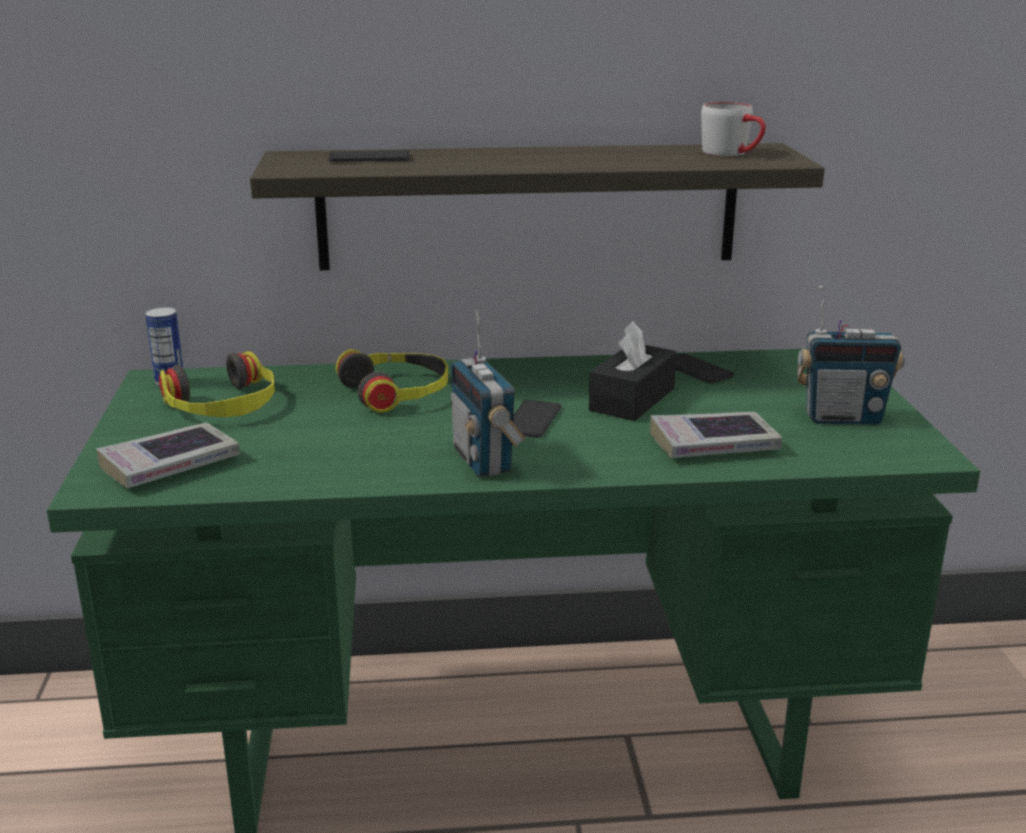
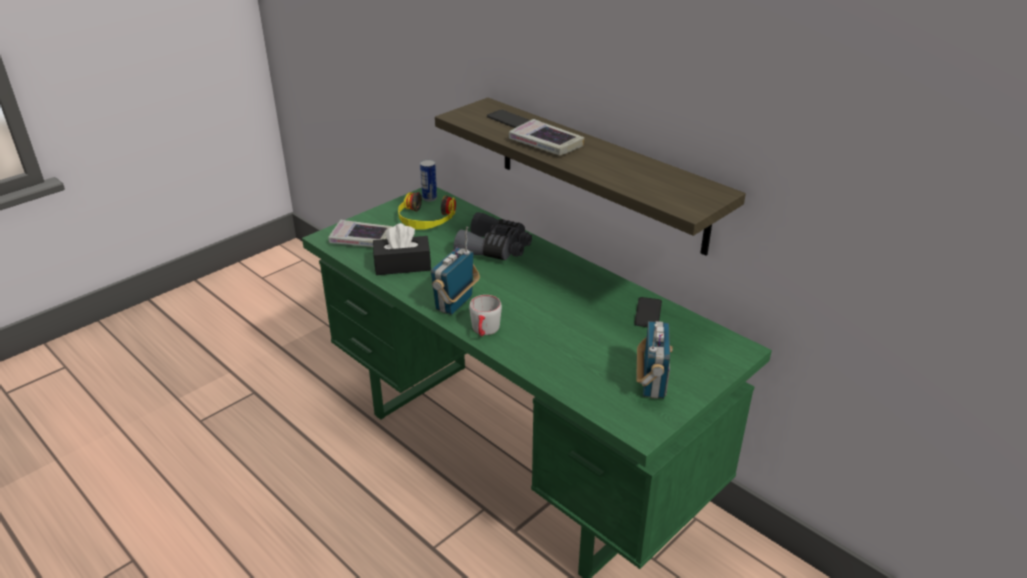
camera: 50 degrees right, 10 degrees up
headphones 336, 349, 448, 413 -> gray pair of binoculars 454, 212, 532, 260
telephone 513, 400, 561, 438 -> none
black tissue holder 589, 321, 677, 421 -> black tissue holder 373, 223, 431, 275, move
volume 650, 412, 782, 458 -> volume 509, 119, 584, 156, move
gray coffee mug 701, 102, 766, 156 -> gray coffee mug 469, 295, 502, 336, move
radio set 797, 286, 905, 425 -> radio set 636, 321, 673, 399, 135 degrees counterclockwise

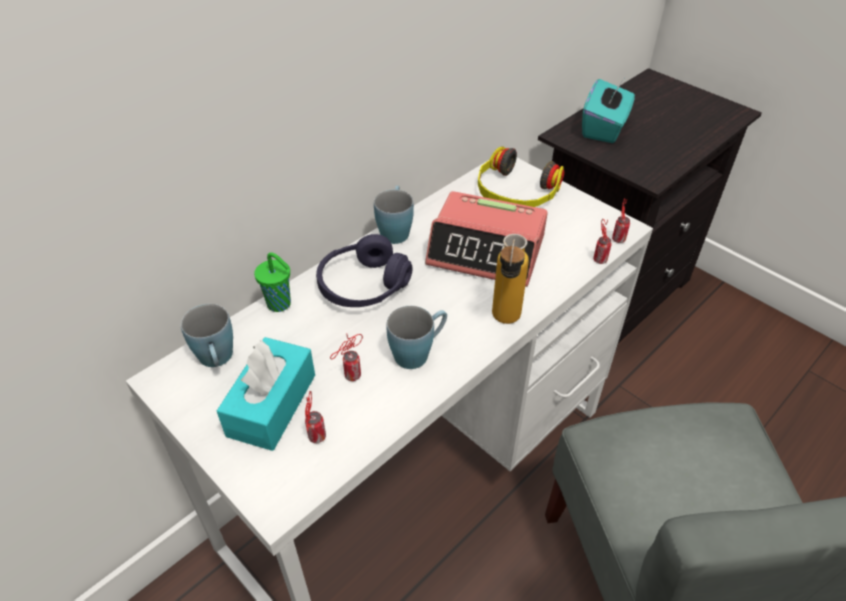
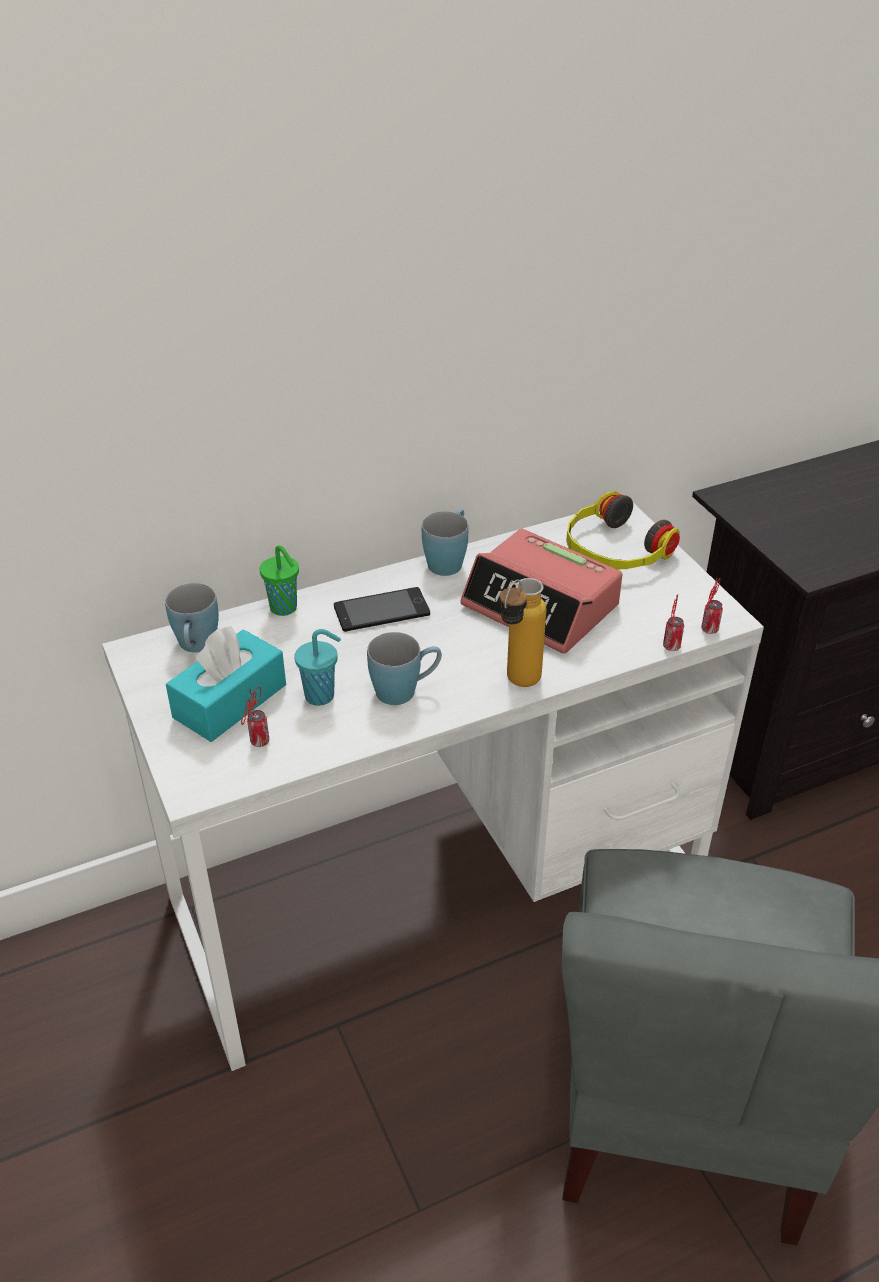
camera: 20 degrees right, 5 degrees down
purplish headphones 316, 234, 413, 307 -> telephone 334, 587, 430, 632
can 330, 333, 363, 381 -> turquoise cup 294, 629, 341, 706
turquoise tissue holder 582, 79, 635, 143 -> none

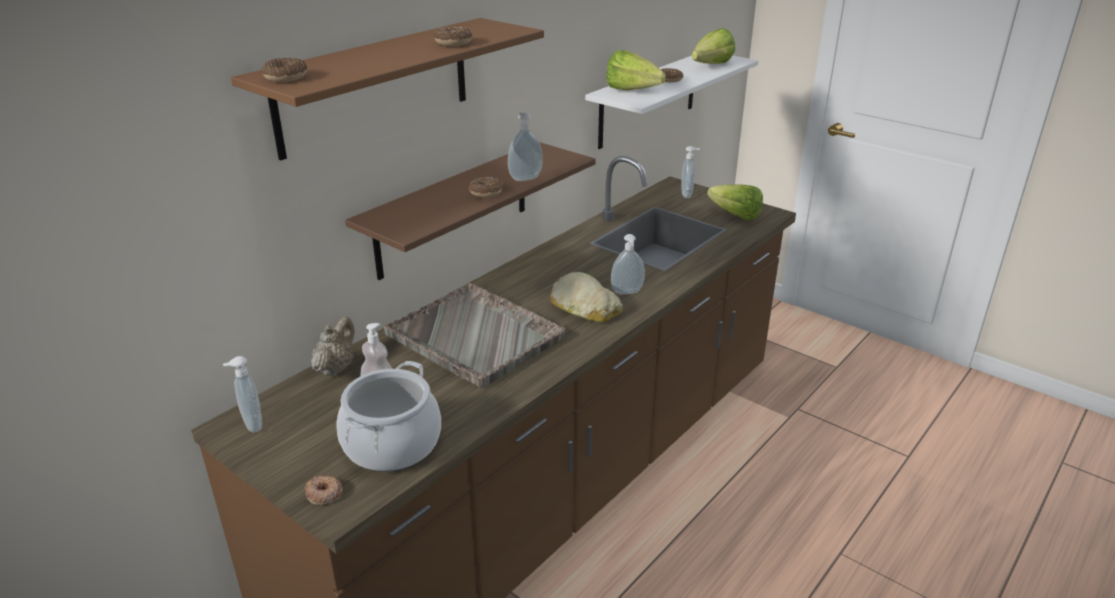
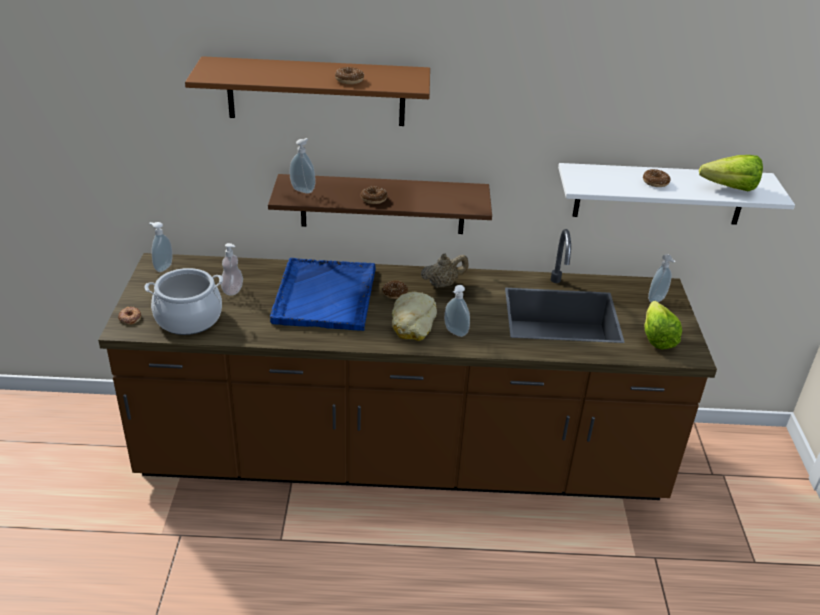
camera: 50 degrees right, 5 degrees up
donut 262, 58, 307, 82 -> donut 382, 280, 408, 299, move
sand-coloured pot for tea 311, 317, 355, 376 -> sand-coloured pot for tea 421, 253, 469, 288, move
gray tray 384, 283, 566, 388 -> bluish tray 270, 258, 375, 331
liquid soap bottle 508, 112, 543, 181 -> liquid soap bottle 289, 138, 315, 194, move
lettuce head 606, 50, 666, 90 -> none

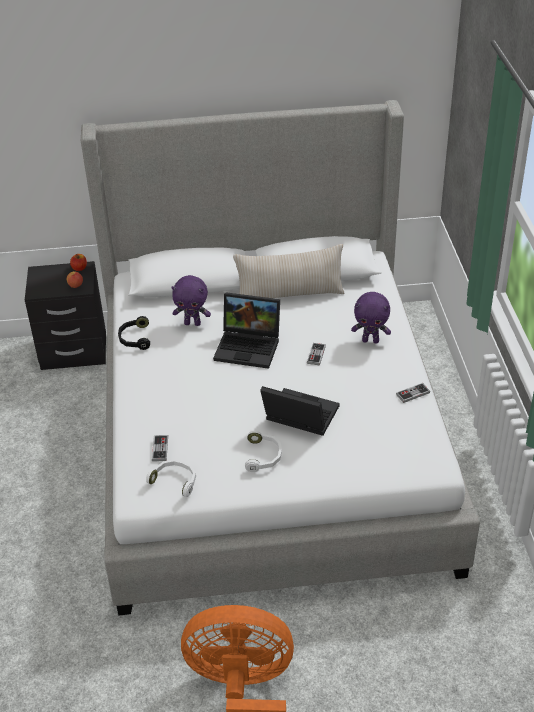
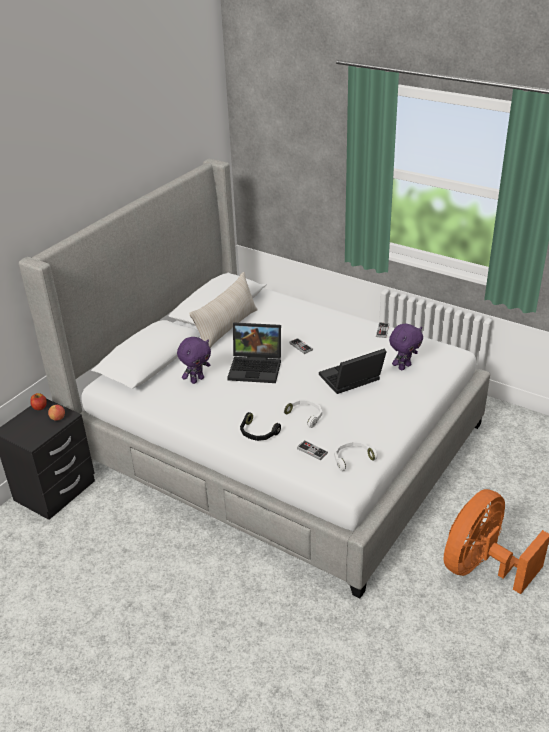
camera: 50 degrees left, 5 degrees down
black headphones 118, 316, 150, 350 -> black headphones 240, 412, 281, 441, move
notebook computer 213, 292, 280, 369 -> notebook computer 227, 323, 281, 383, 45 degrees clockwise
whitish headphones 245, 431, 282, 472 -> whitish headphones 282, 399, 322, 428, move
purplish plush toy 351, 292, 391, 344 -> purplish plush toy 389, 324, 423, 370, move

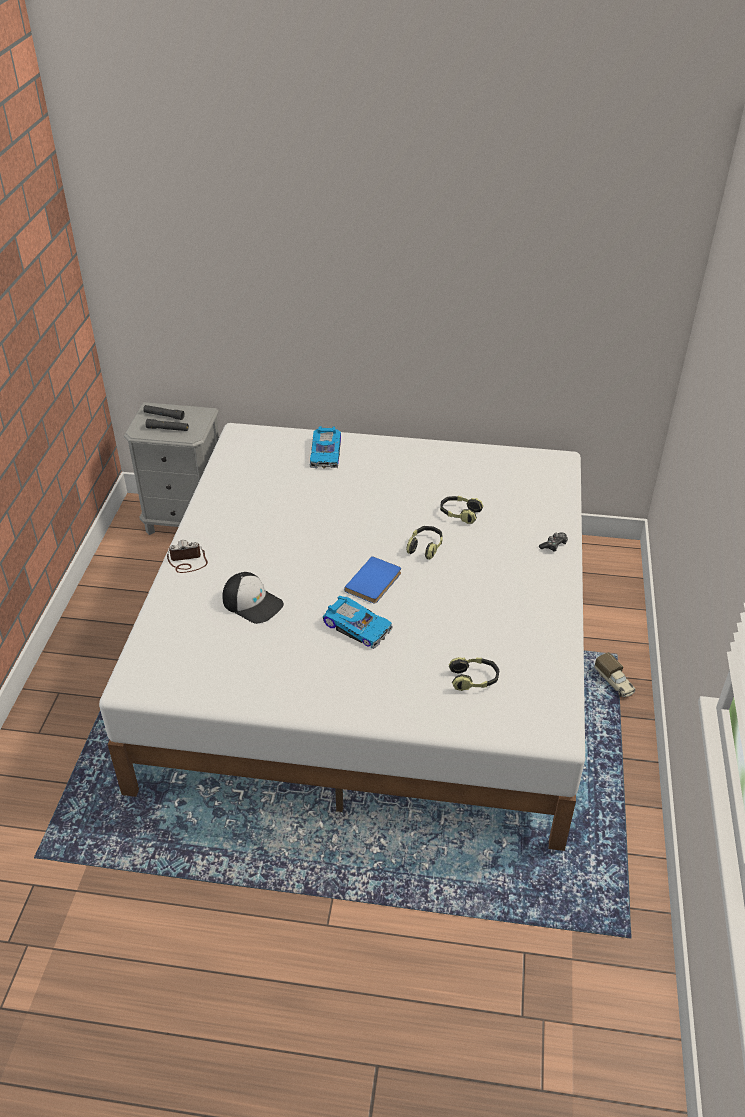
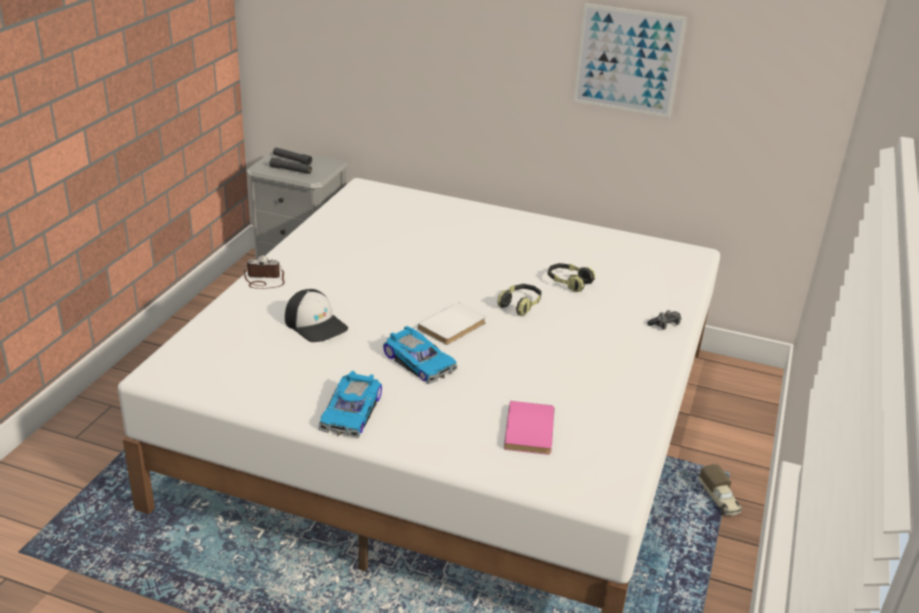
camera: 10 degrees right, 10 degrees down
toy car 309, 426, 341, 469 -> toy car 318, 371, 382, 438, move
bluish volume 344, 556, 401, 604 -> whitish volume 418, 302, 486, 345
headphones 449, 657, 499, 691 -> pink-coloured volume 504, 401, 554, 455
none -> picture 573, 3, 687, 118

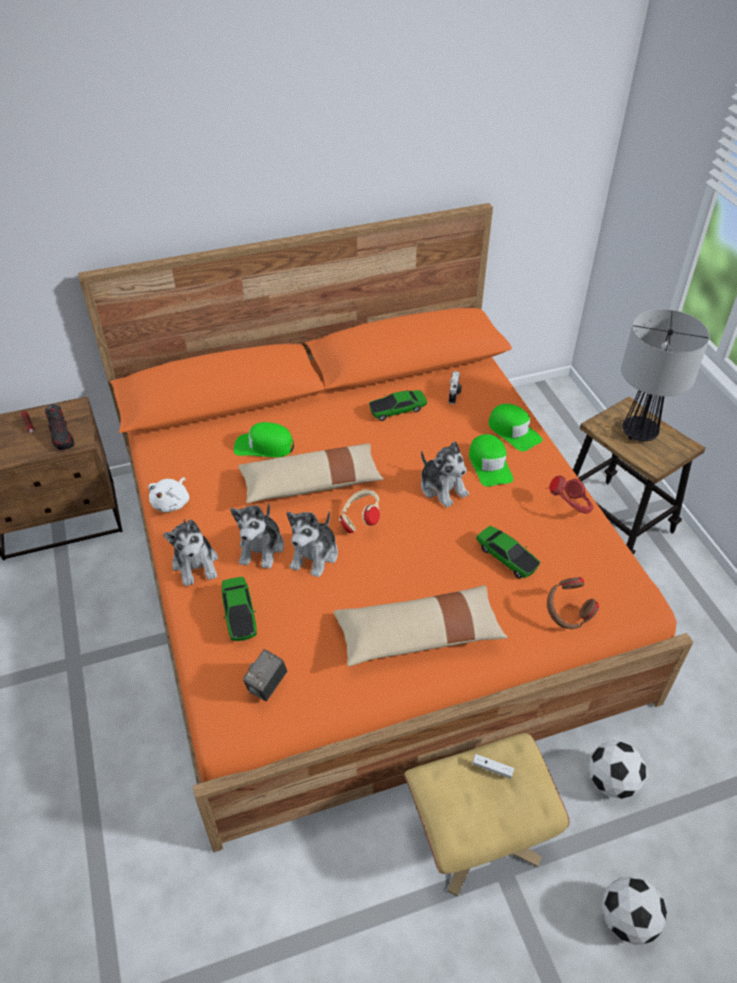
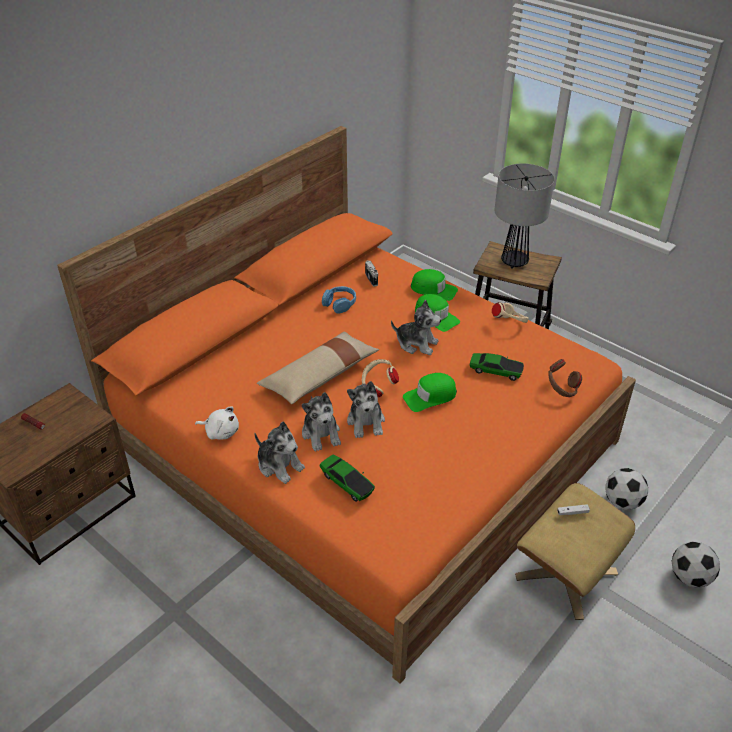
camera: 30 degrees left, 5 degrees down
item of footwear 45, 404, 74, 450 -> none
whitish plush toy 148, 478, 189, 512 -> whitish plush toy 195, 406, 239, 440, 60 degrees counterclockwise
green-coloured baseball cap 234, 422, 294, 457 -> green-coloured baseball cap 403, 373, 457, 412, move
photo camera 243, 649, 287, 701 -> none
sand-coloured pillow 334, 585, 508, 666 -> none
toy car 369, 390, 427, 421 -> bluish headphones 322, 286, 356, 313
red headphones 549, 476, 593, 514 -> sand-coloured headphones 492, 302, 529, 323

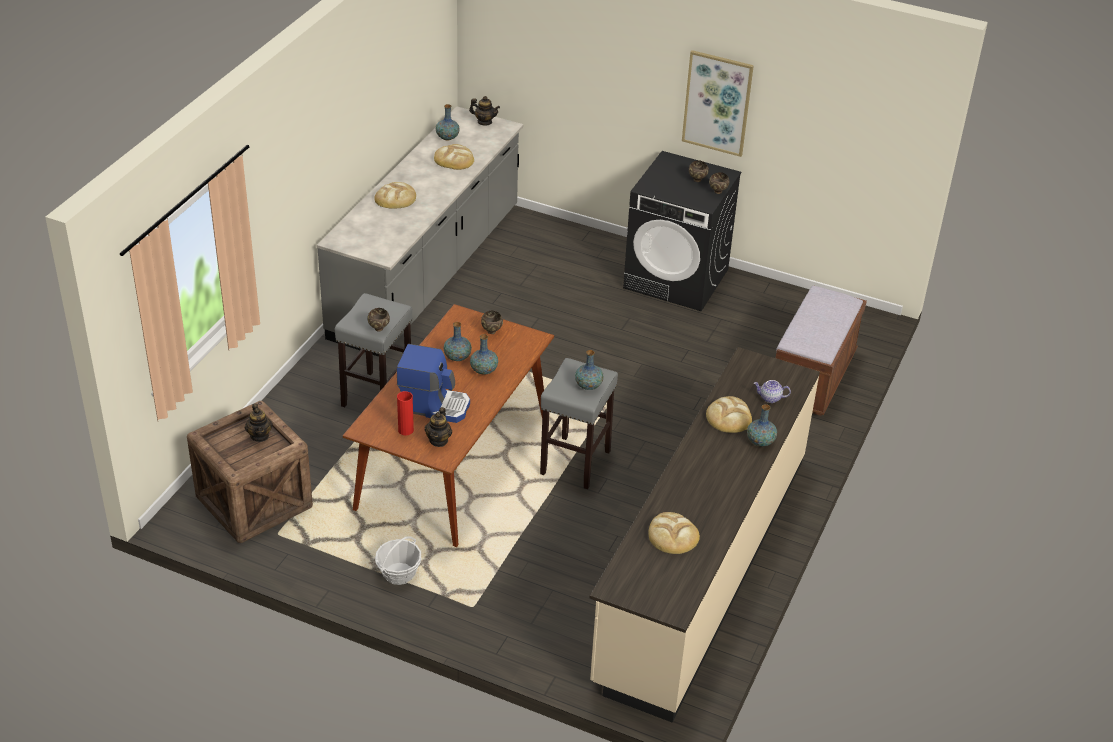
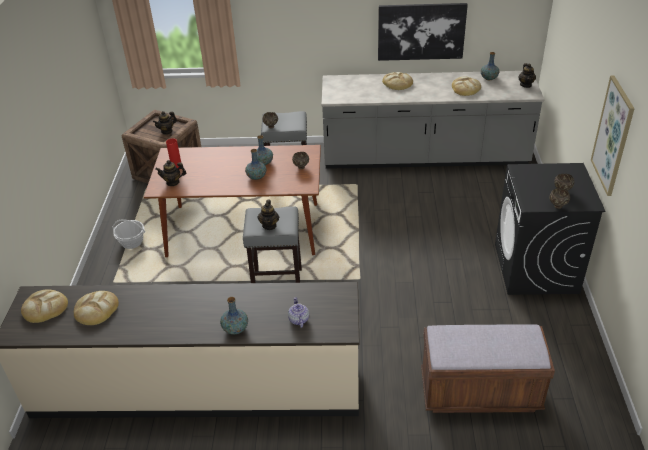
camera: 70 degrees right, 0 degrees up
coffee brewer 397, 344, 470, 423 -> none
vase 575, 350, 604, 390 -> pot for tea 258, 200, 279, 230
baked bread 706, 396, 752, 433 -> baked bread 21, 289, 68, 323, move
none -> picture 378, 3, 468, 61

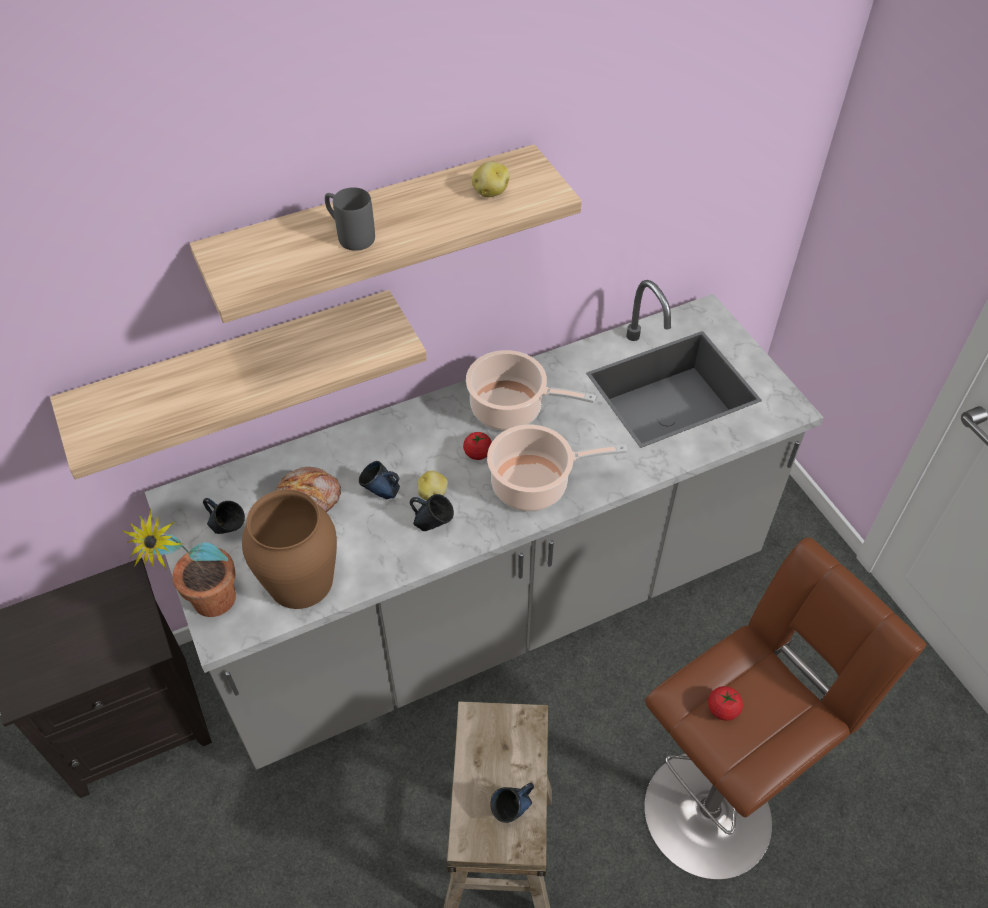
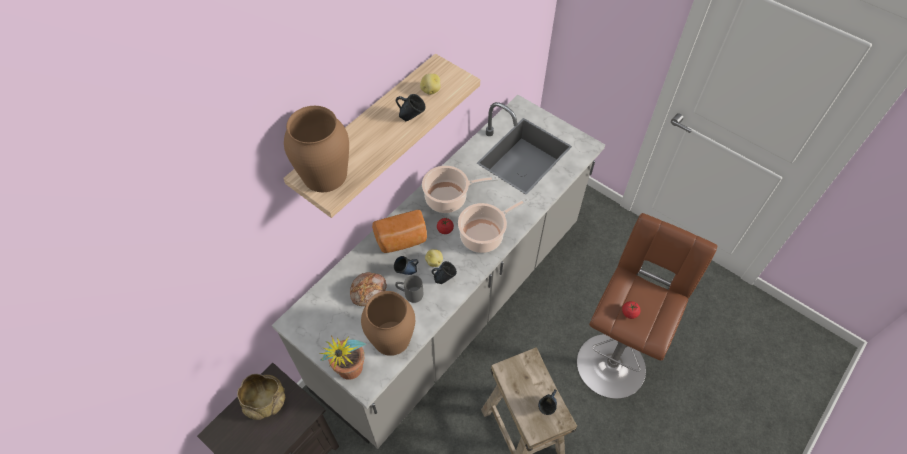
camera: 25 degrees left, 5 degrees up
bracket shelf 50, 290, 427, 479 -> none
bluish coffee mug 203, 498, 245, 534 -> bluish coffee mug 396, 94, 426, 121, move
gray coffee mug 325, 187, 375, 251 -> gray coffee mug 395, 275, 423, 303, move
none -> sand-coloured deep dish 237, 374, 285, 420
none -> brown-coloured vase 284, 106, 349, 192
none -> baked bread 372, 210, 427, 253

